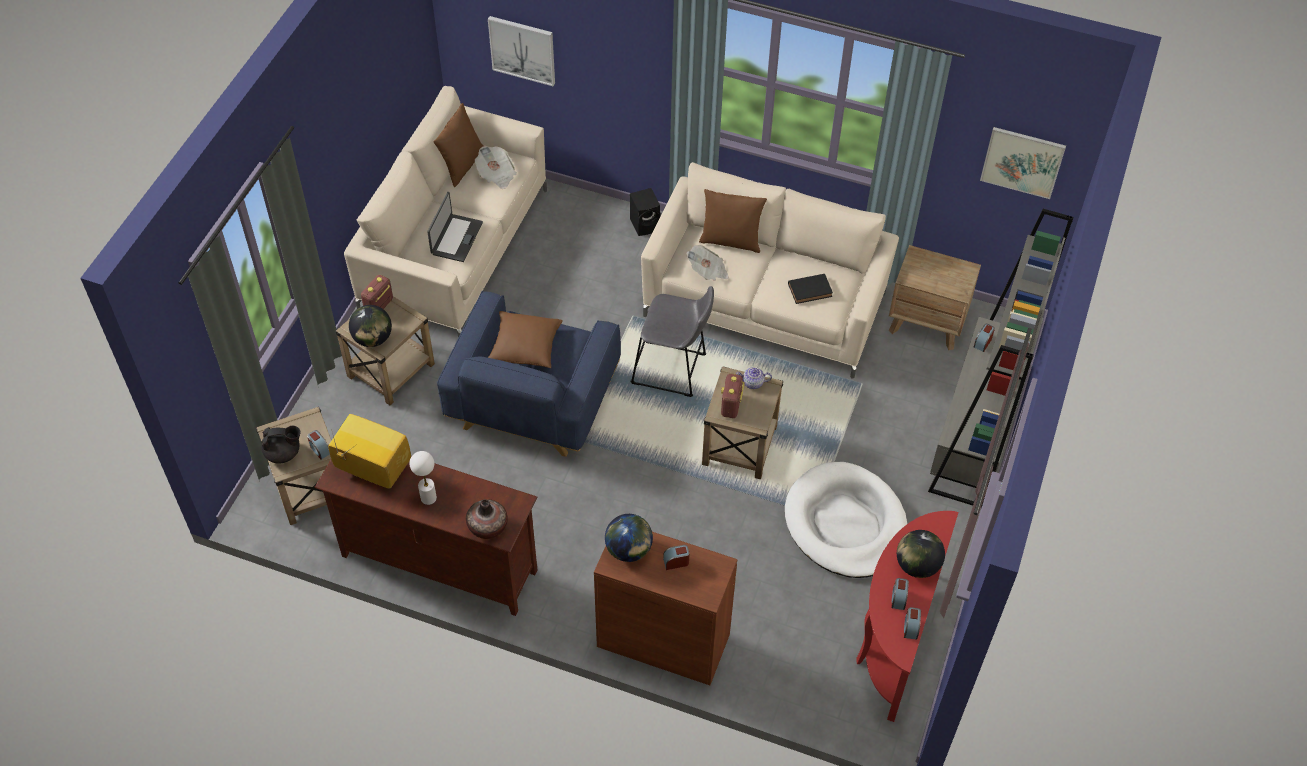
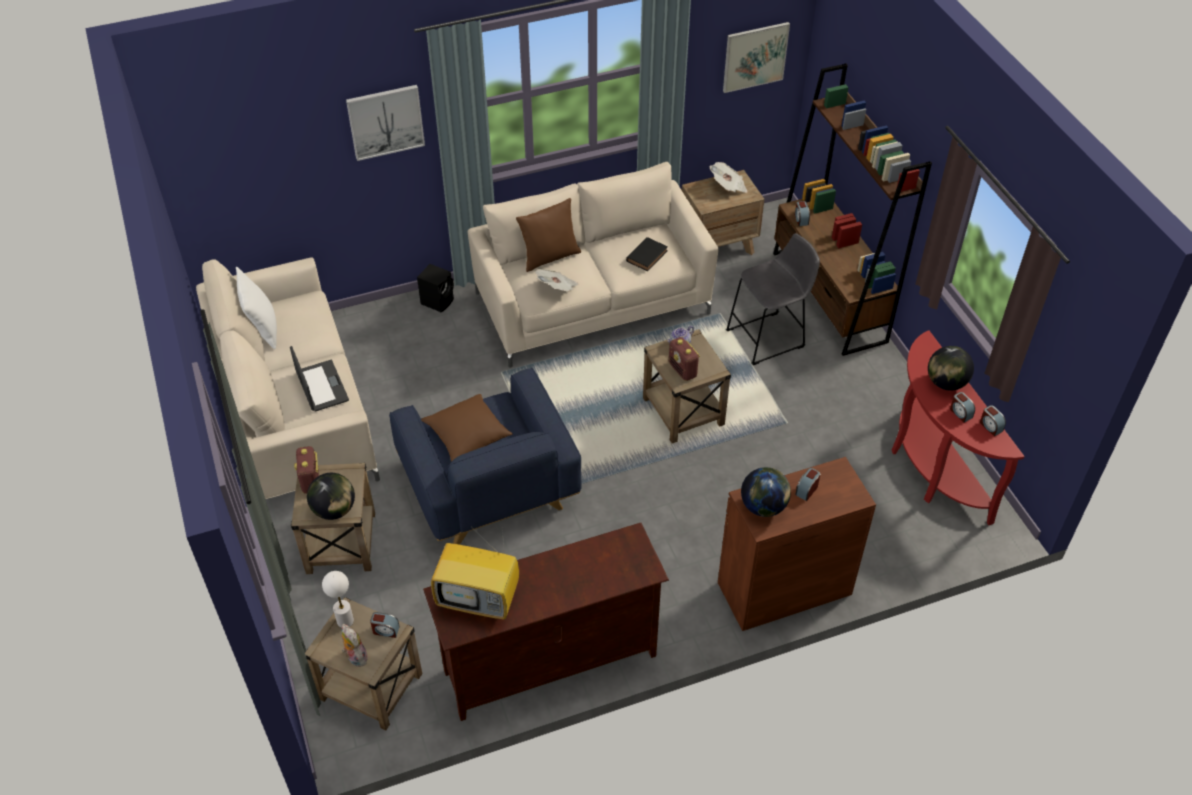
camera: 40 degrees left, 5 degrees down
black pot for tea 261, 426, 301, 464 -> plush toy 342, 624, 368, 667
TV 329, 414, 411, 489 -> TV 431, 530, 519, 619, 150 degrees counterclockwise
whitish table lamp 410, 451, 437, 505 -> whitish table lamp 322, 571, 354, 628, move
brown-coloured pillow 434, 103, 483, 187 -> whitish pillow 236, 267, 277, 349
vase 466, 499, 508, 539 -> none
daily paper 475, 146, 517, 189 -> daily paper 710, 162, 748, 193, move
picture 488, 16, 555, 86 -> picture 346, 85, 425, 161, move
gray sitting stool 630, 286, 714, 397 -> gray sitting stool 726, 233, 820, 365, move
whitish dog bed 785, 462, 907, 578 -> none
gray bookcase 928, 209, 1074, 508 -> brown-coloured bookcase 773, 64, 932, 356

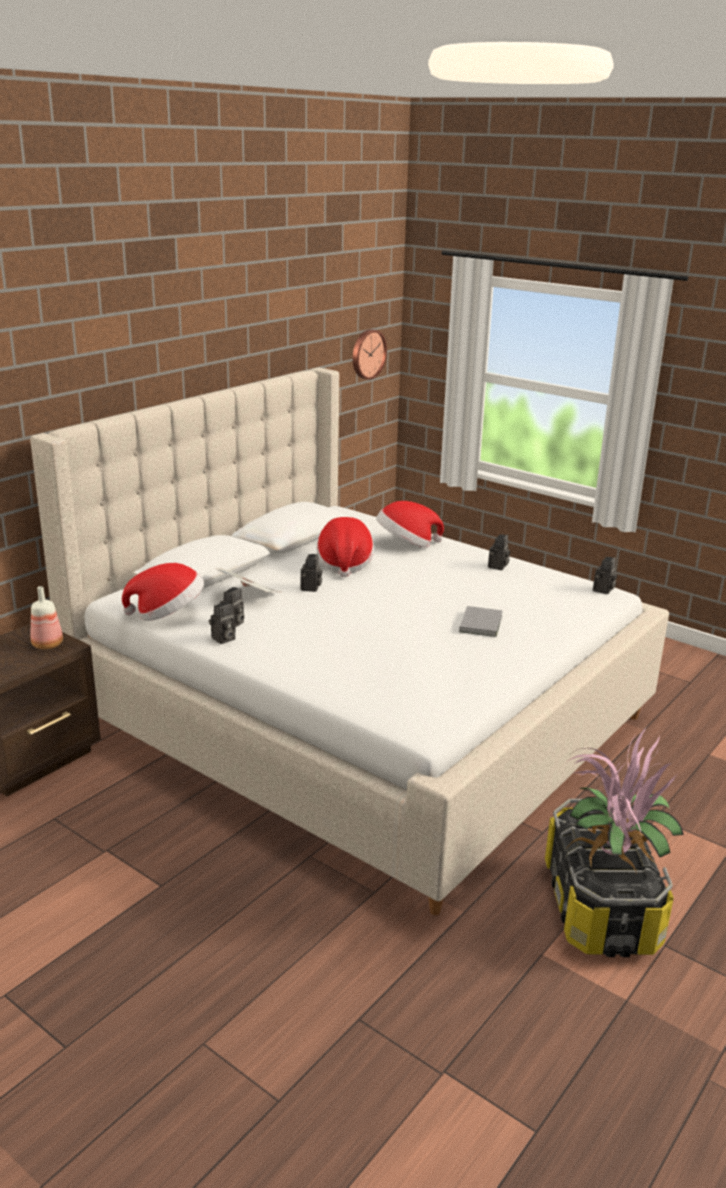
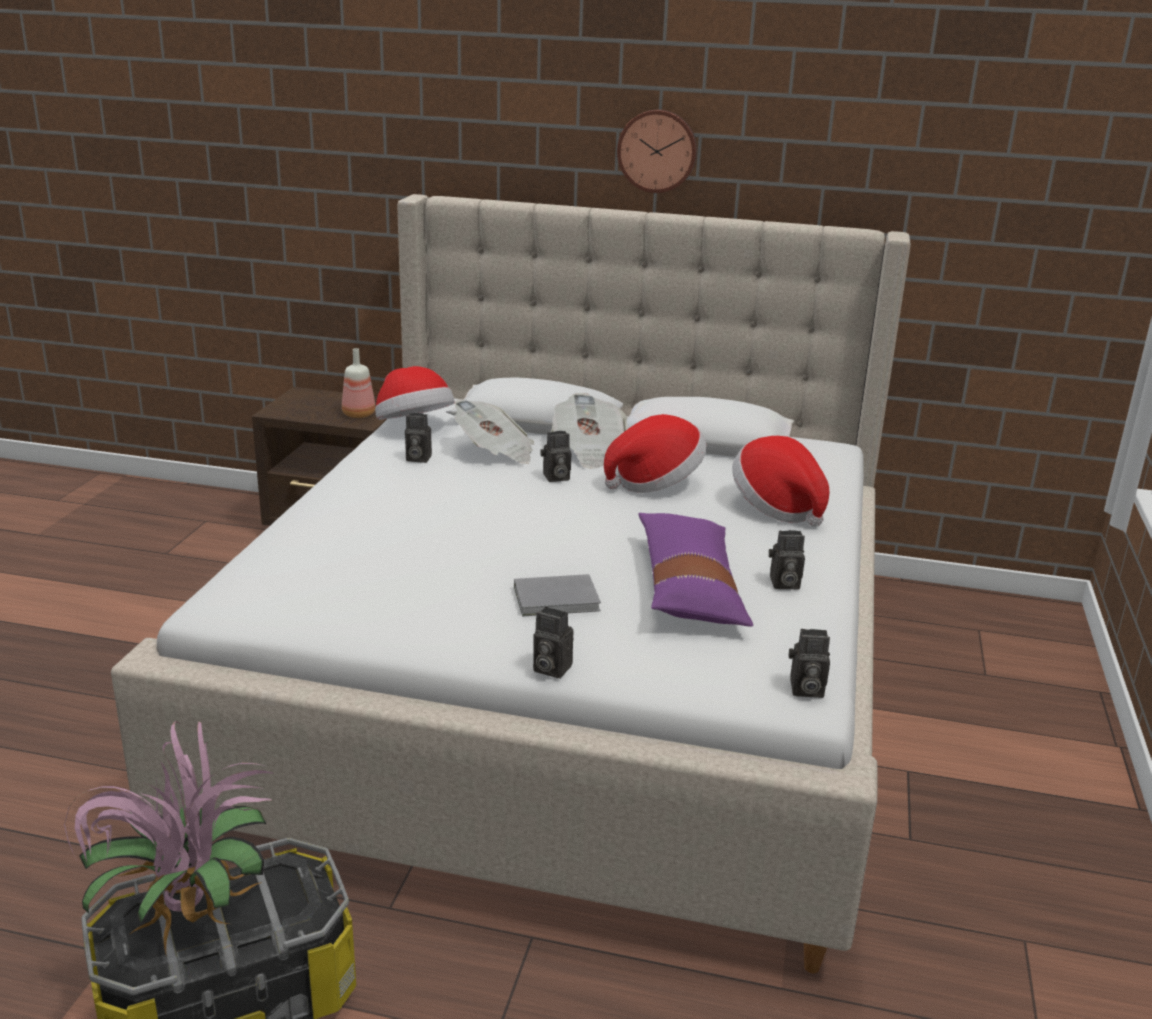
camera: 65 degrees right, 0 degrees up
photo camera 209, 602, 236, 644 -> photo camera 533, 607, 573, 678, move
clock on the wall 353, 329, 387, 380 -> clock on the wall 617, 109, 697, 193, move
none -> daily paper 551, 393, 628, 469
none -> purplish pillow 638, 513, 753, 627

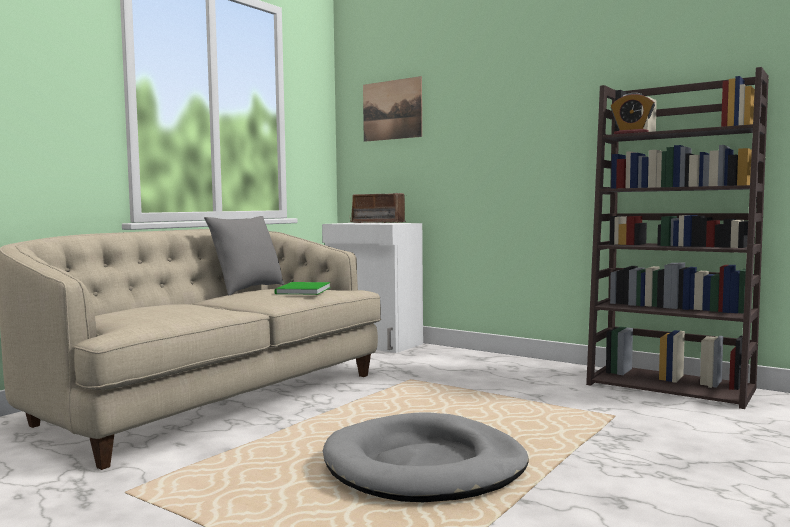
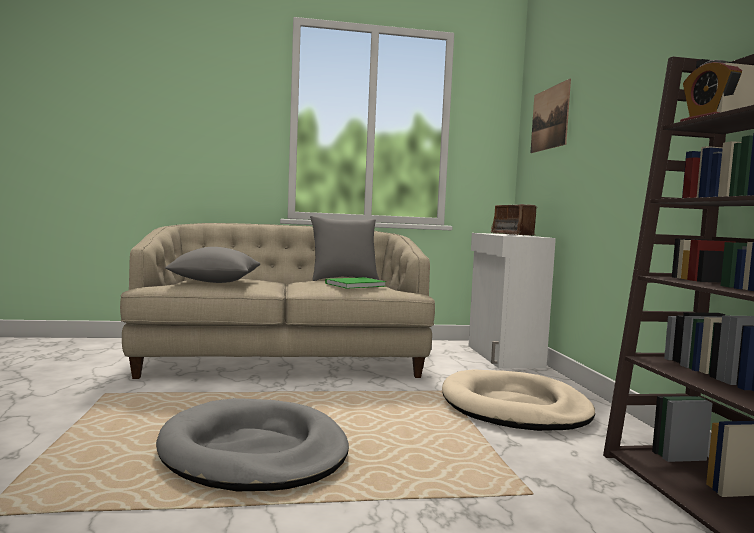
camera: 45 degrees right, 0 degrees up
none -> gray pillow 165, 247, 260, 283
none -> sand-coloured dog bed 442, 369, 596, 431

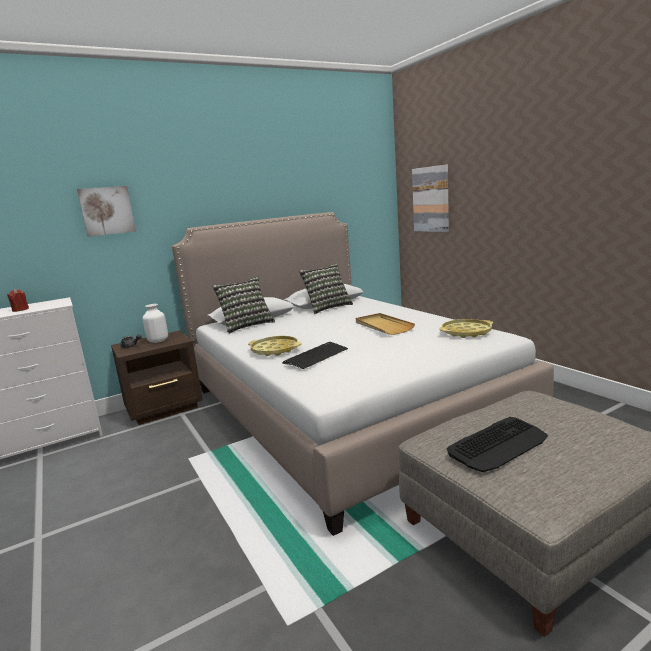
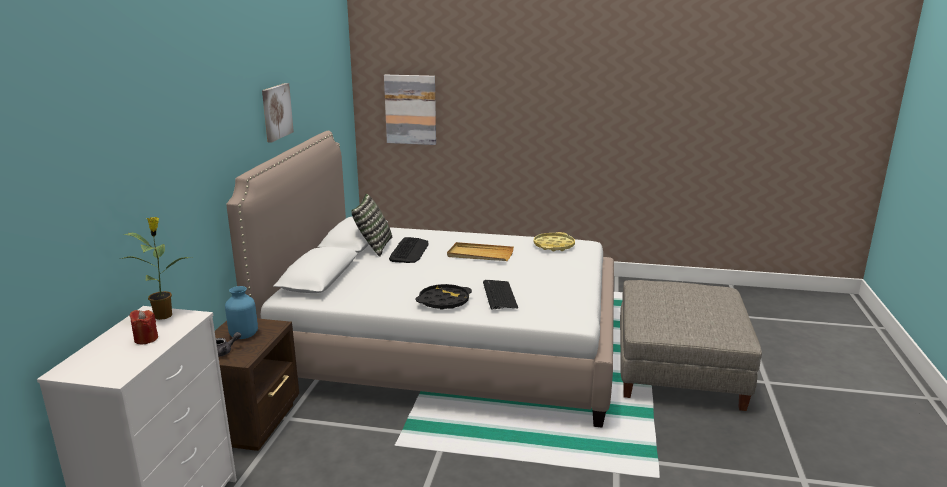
camera: 50 degrees left, 5 degrees up
picture 77, 186, 136, 237 -> picture 262, 83, 294, 142, move
whitish vase 142, 304, 168, 343 -> bluish vase 225, 286, 258, 339
pillow 212, 277, 275, 334 -> none
yellow-coloured tray 248, 336, 301, 356 -> black tray 416, 284, 472, 310
PC keyboard 447, 417, 548, 472 -> PC keyboard 389, 237, 429, 263, move
none -> potted plant 121, 217, 193, 320

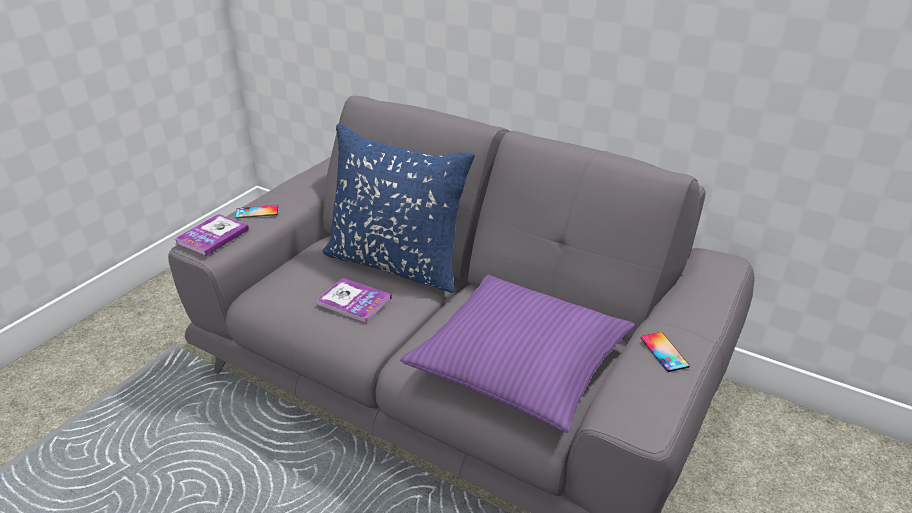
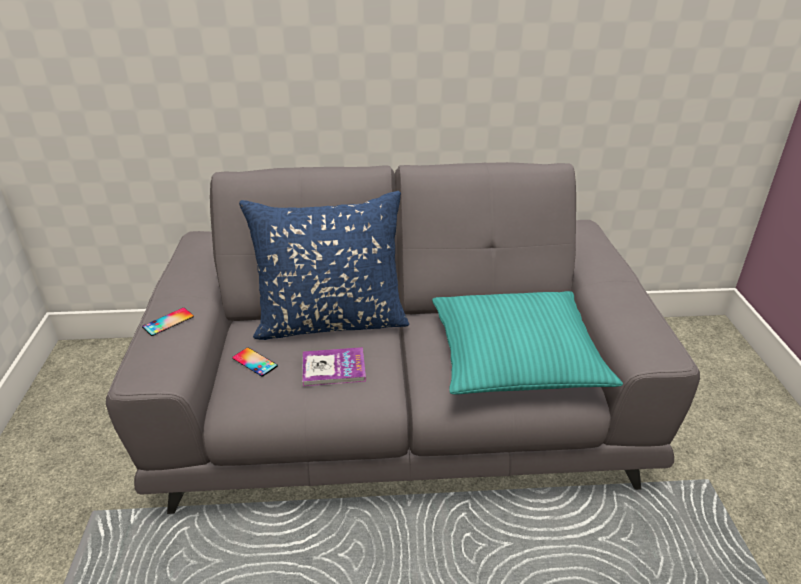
camera: 35 degrees left, 0 degrees up
volume 175, 214, 249, 257 -> none
purplish pillow 400, 275, 635, 433 -> turquoise pillow 432, 291, 623, 395
telephone 641, 332, 690, 372 -> telephone 232, 347, 278, 377, move

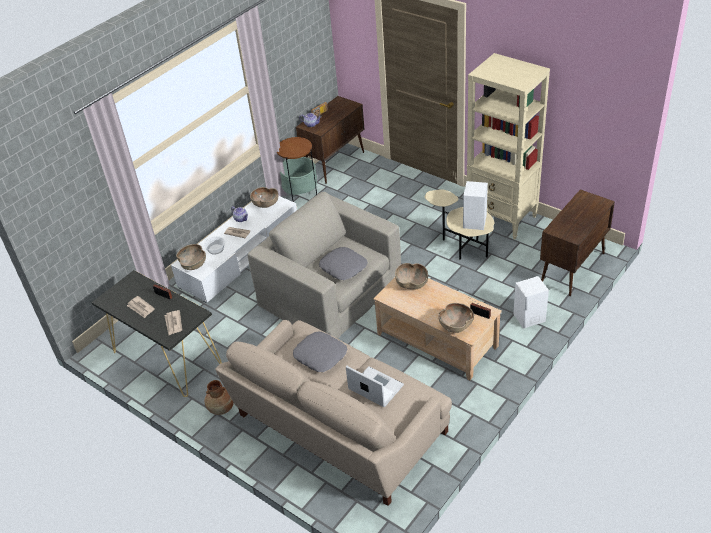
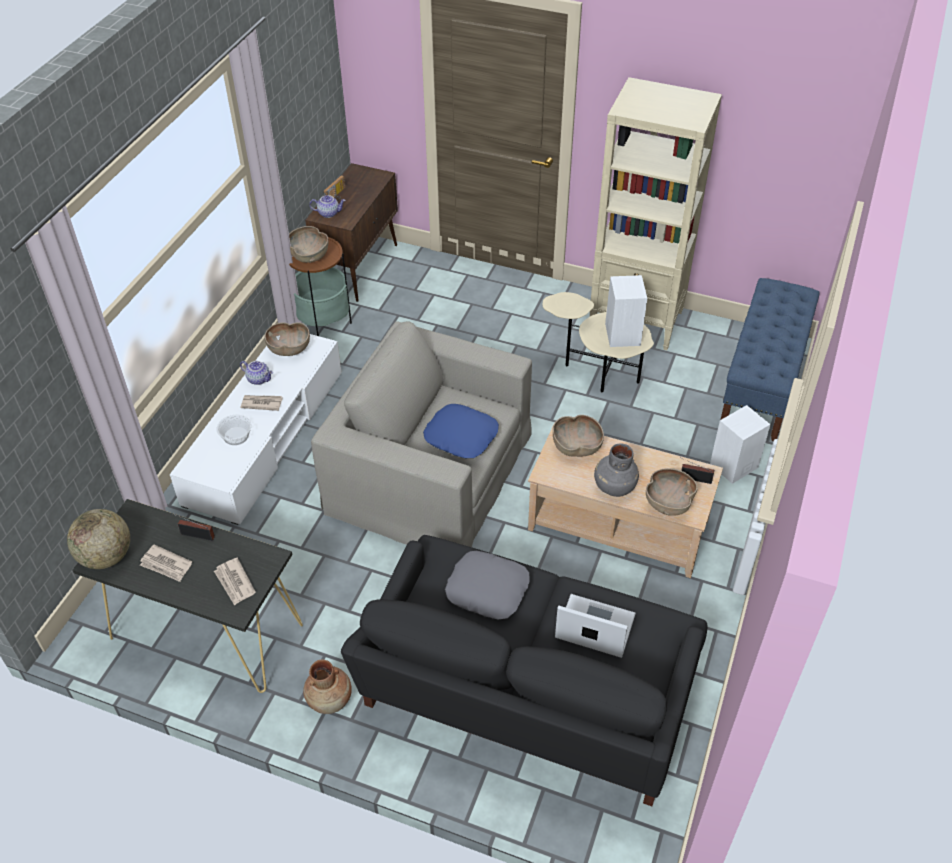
camera: 20 degrees left, 5 degrees up
brown-coloured deep dish 176, 244, 206, 270 -> brown-coloured deep dish 289, 226, 329, 263, move
sand-coloured couch 215, 320, 452, 506 -> black couch 341, 535, 707, 806
gray pillow 319, 247, 368, 280 -> bluish pillow 423, 404, 499, 458
brown-coloured storage cabinet 540, 189, 615, 296 -> bluish long seat 721, 278, 820, 441
none -> world globe 67, 509, 130, 569
none -> gray vase 594, 444, 639, 497

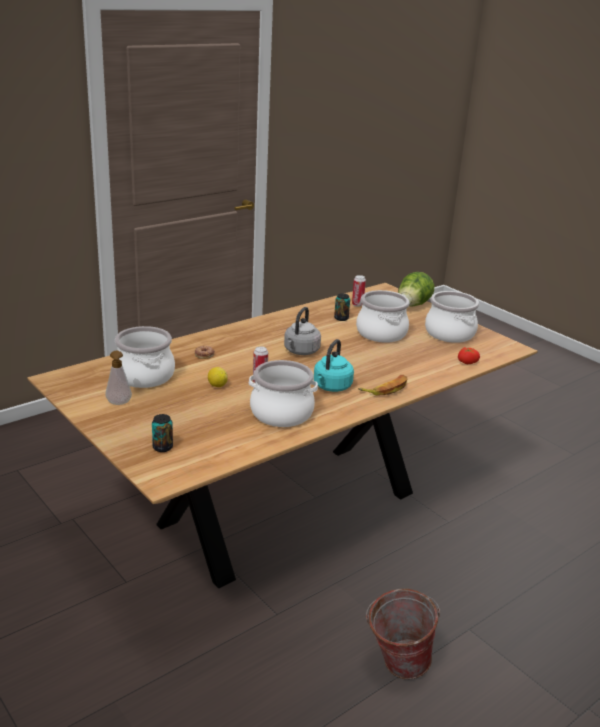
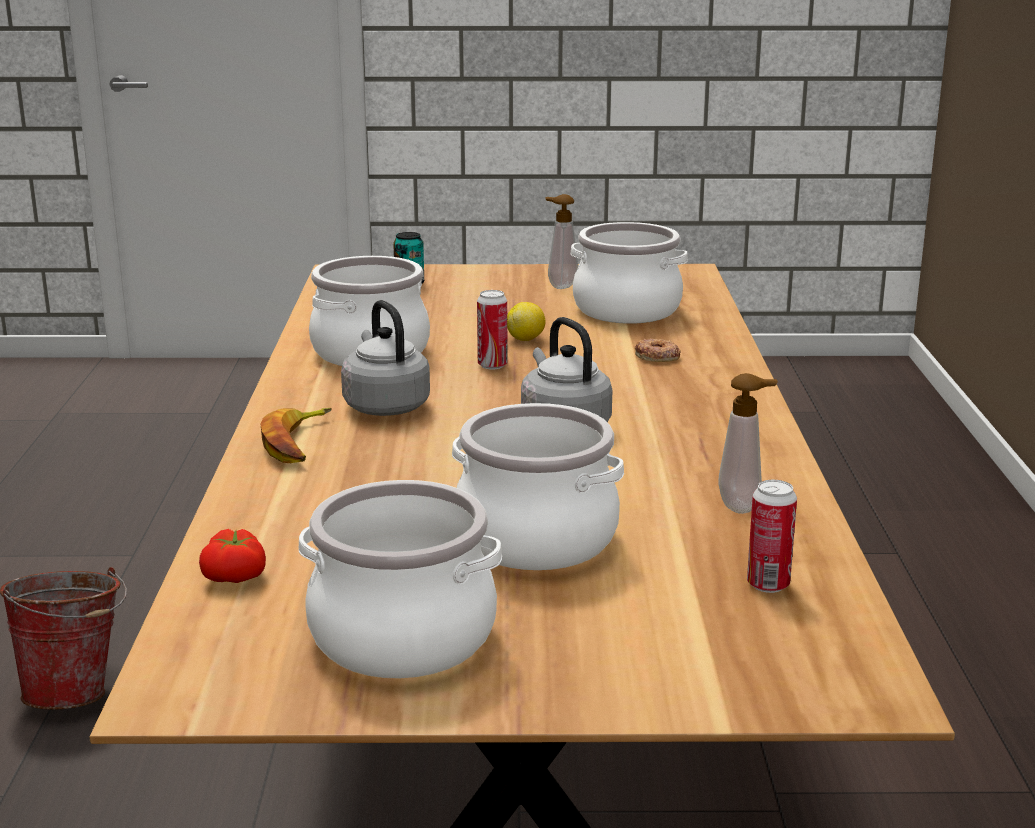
camera: 130 degrees right, 5 degrees down
turquoise water kettle 314, 339, 354, 392 -> gray water kettle 341, 300, 430, 416
can 334, 293, 350, 321 -> none
lettuce head 398, 272, 434, 307 -> none
none -> liquid soap bottle 718, 373, 778, 514

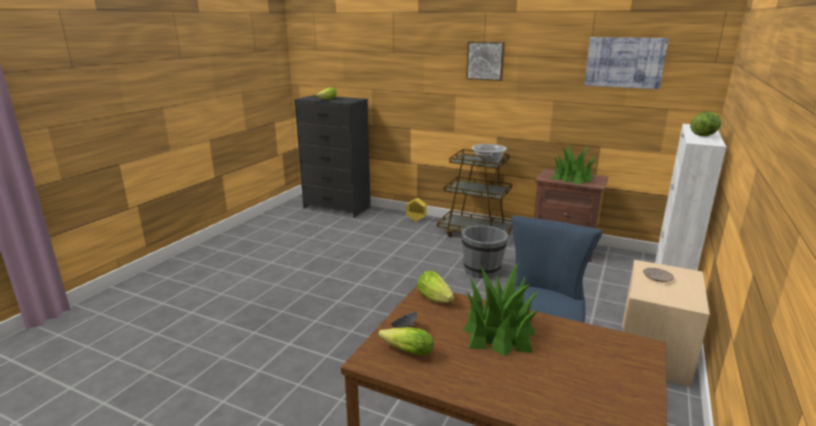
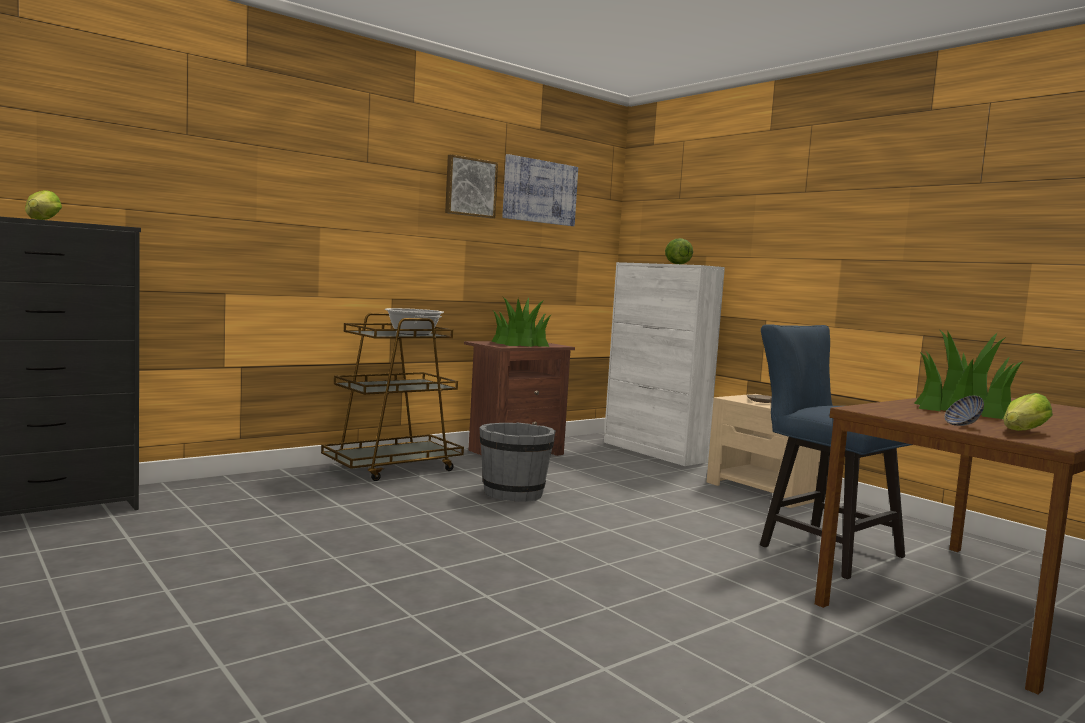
camera: 65 degrees left, 15 degrees down
yellow-coloured planter 406, 198, 427, 222 -> none
lettuce head 417, 271, 454, 303 -> none
picture 466, 41, 505, 81 -> picture 445, 154, 498, 218, move

